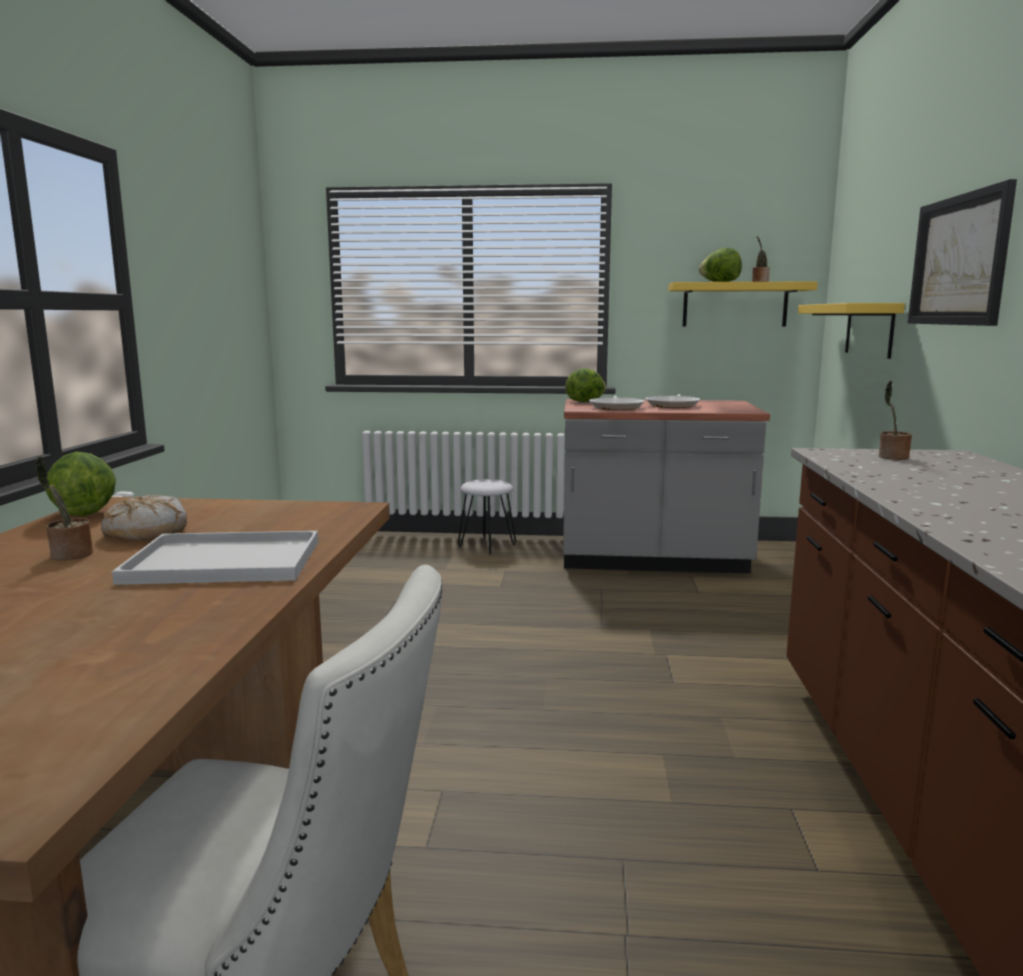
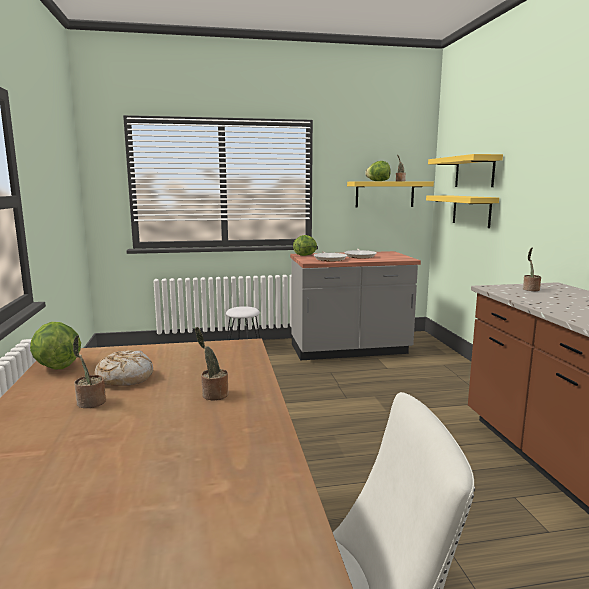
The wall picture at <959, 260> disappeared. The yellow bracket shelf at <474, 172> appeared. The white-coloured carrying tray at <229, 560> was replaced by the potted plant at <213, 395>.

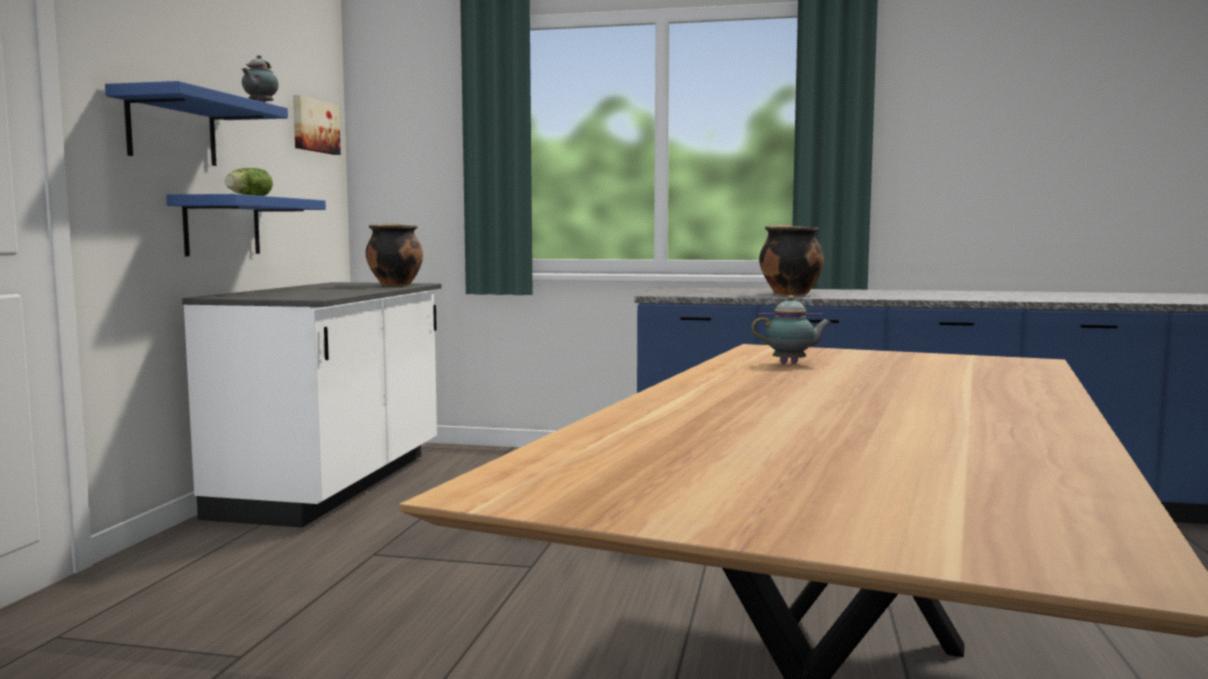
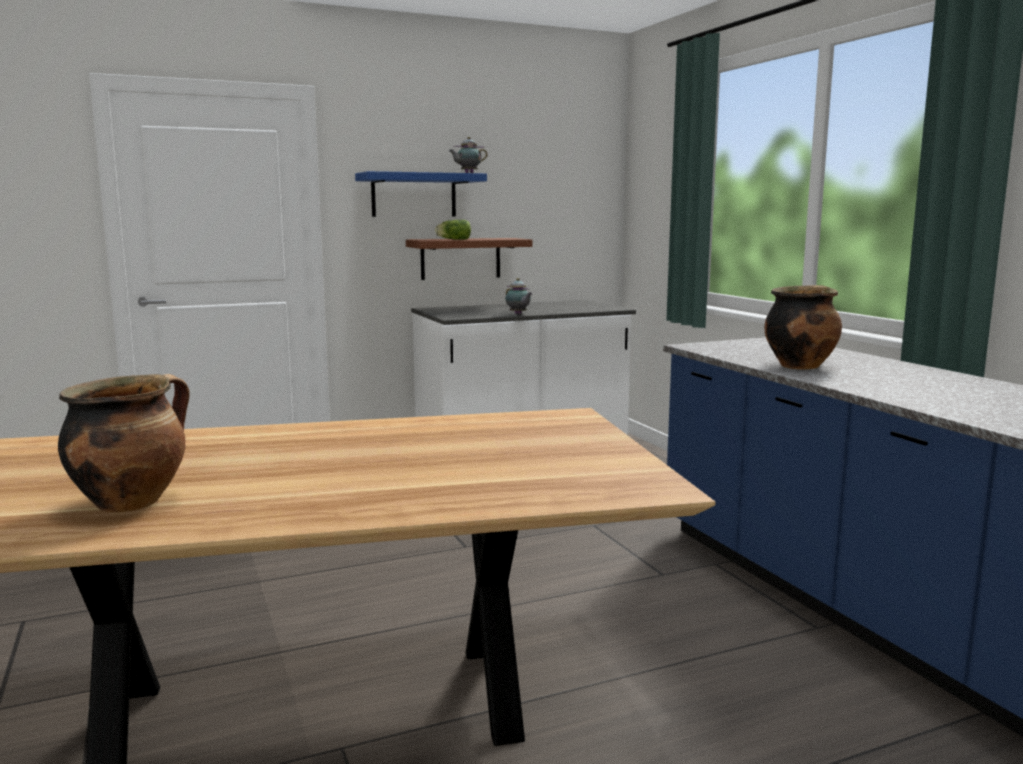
The wall picture at <314, 126> disappeared. The cooking pot moved from <394, 285> to <131, 502>. The pot for tea moved from <791, 363> to <518, 314>. The blue-coloured bracket shelf at <222, 226> became the brownish bracket shelf at <460, 258>.

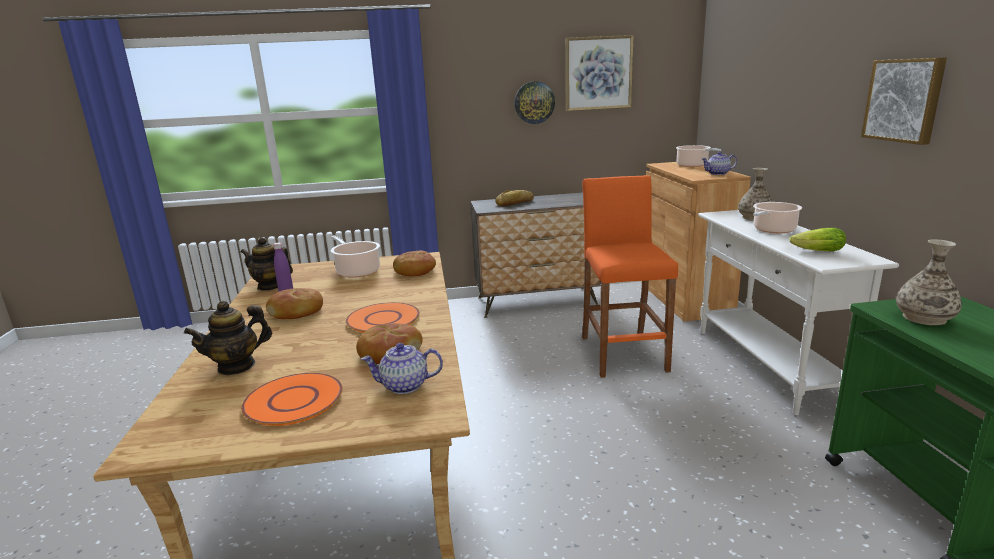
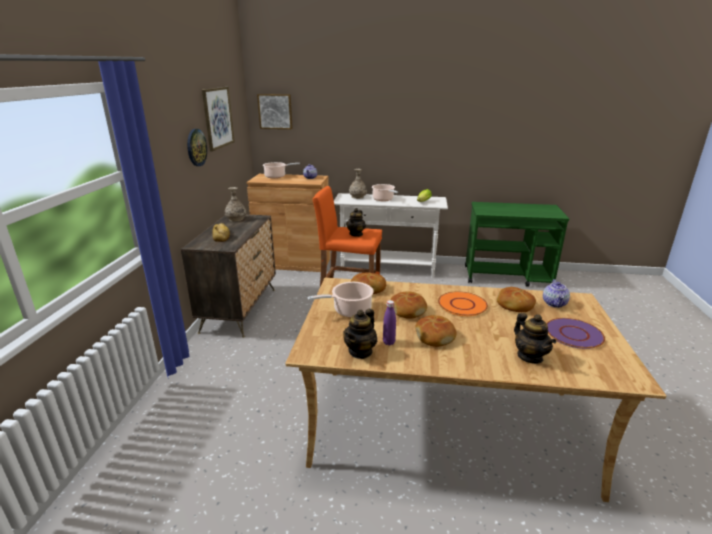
The pot for tea at <356, 234> appeared. The baked bread at <408, 310> appeared. The wall picture moved from <904, 100> to <275, 111>. The flower vase moved from <924, 318> to <236, 219>. The orange-coloured plate at <293, 400> became the purple plate at <574, 334>.

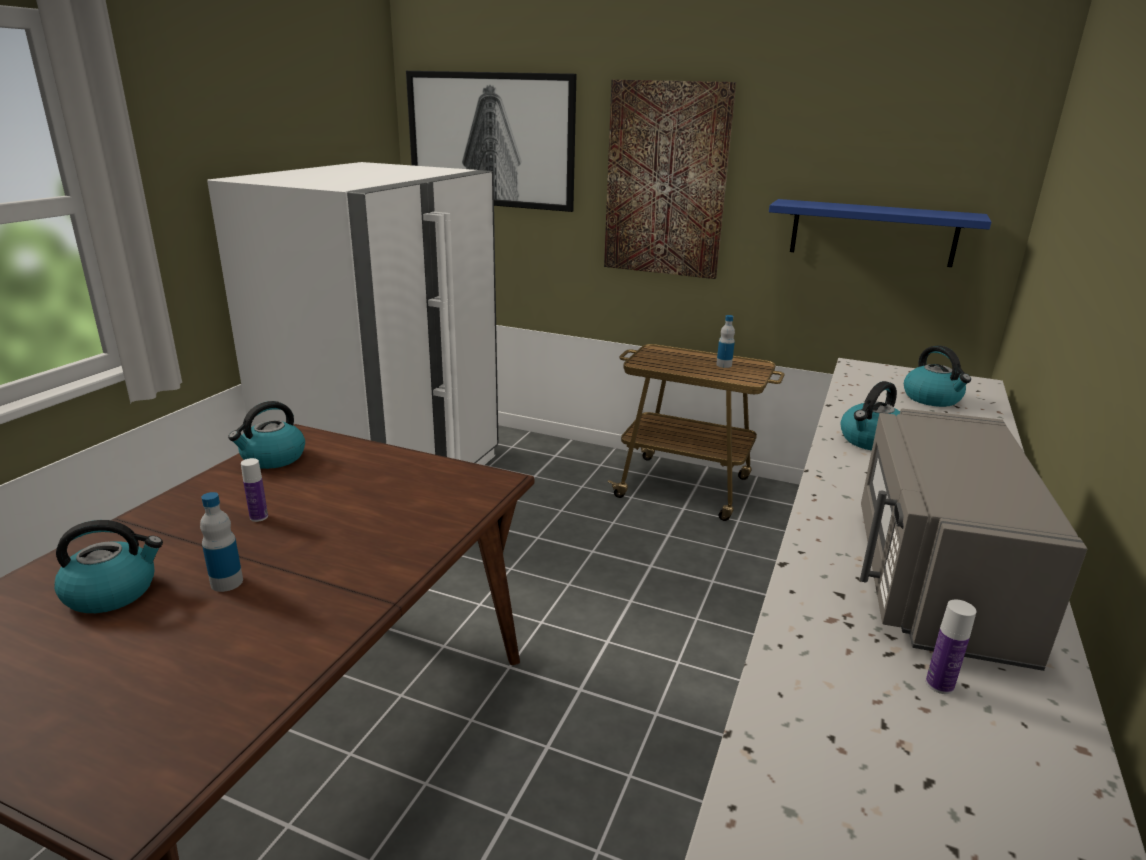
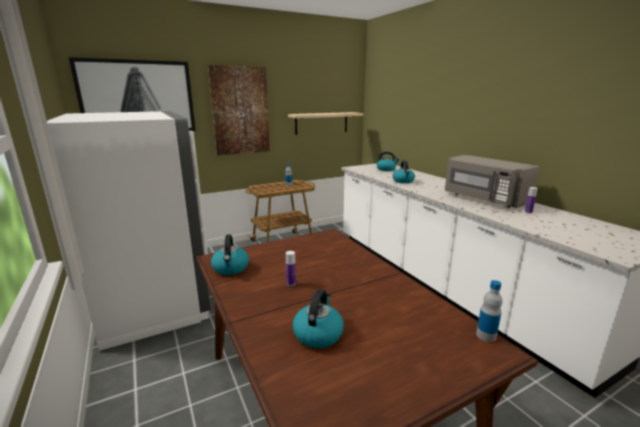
The drink bottle moved from <227, 582> to <486, 335>. The blue-coloured bracket shelf at <872, 232> became the sand-coloured bracket shelf at <321, 123>.

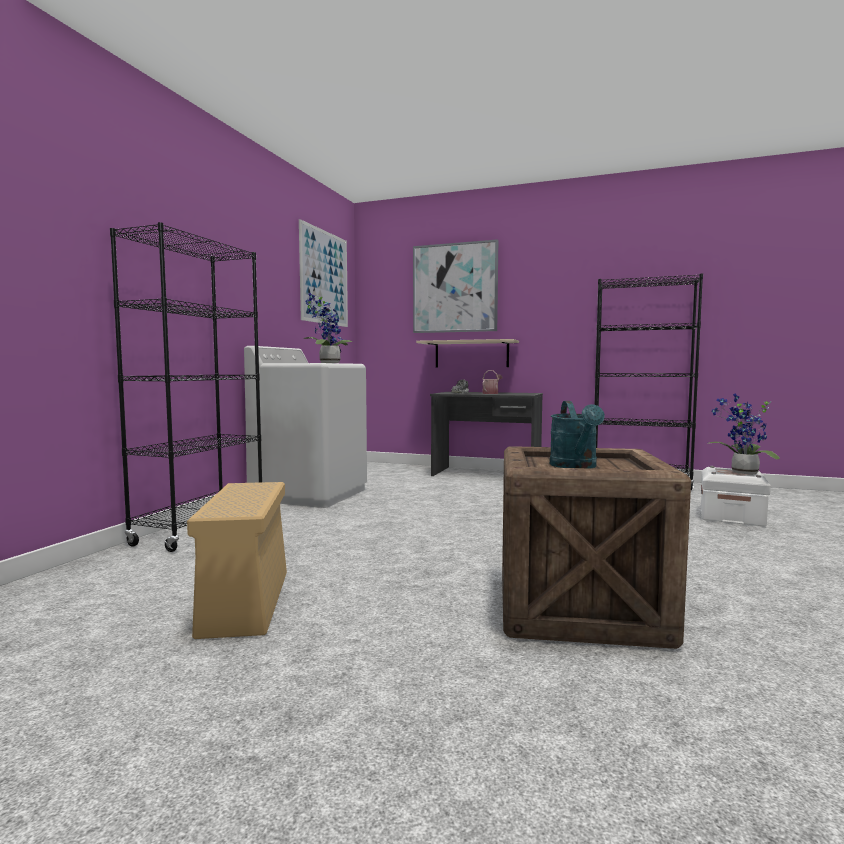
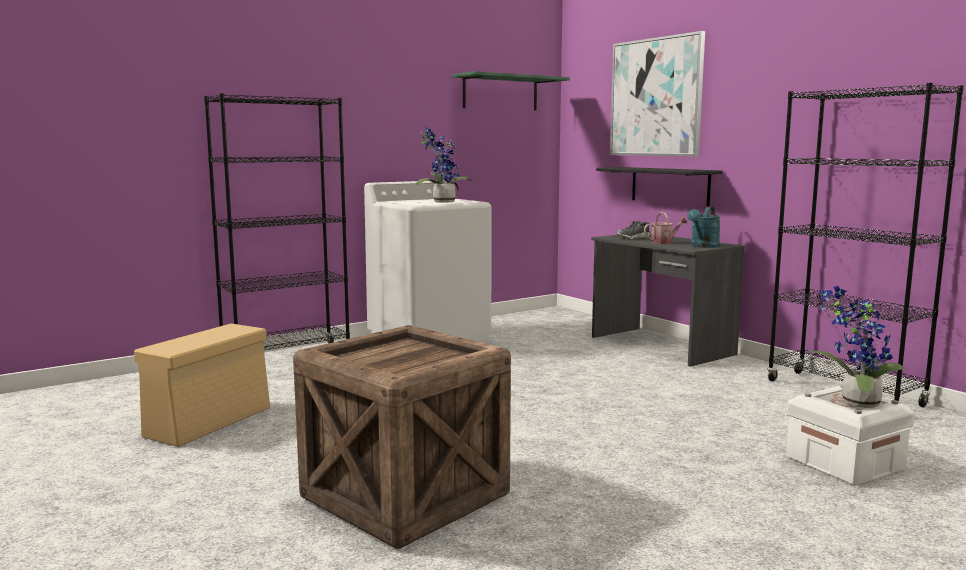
The turquoise watering pot moved from <576, 466> to <703, 246>. The wall picture at <324, 277> was replaced by the greenish bracket shelf at <500, 93>. The sand-coloured bracket shelf at <471, 354> became the black bracket shelf at <670, 185>.

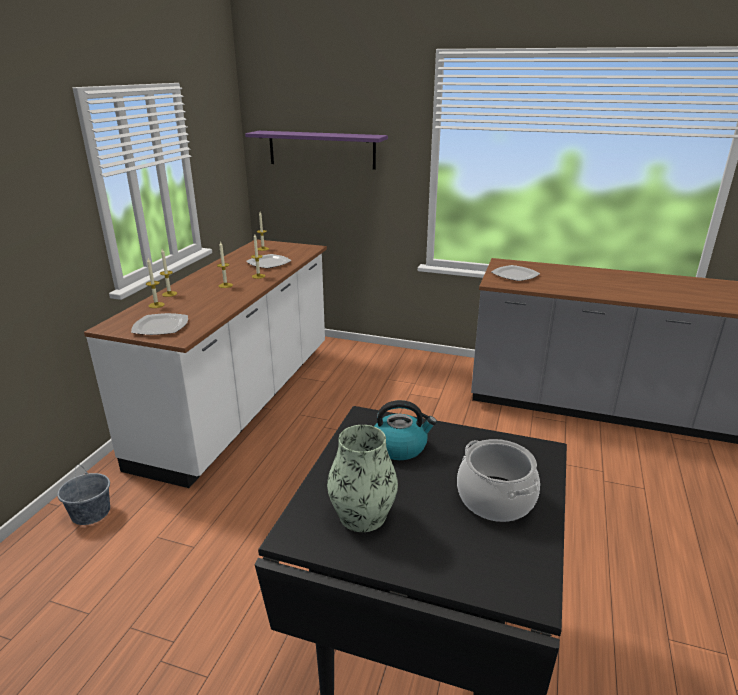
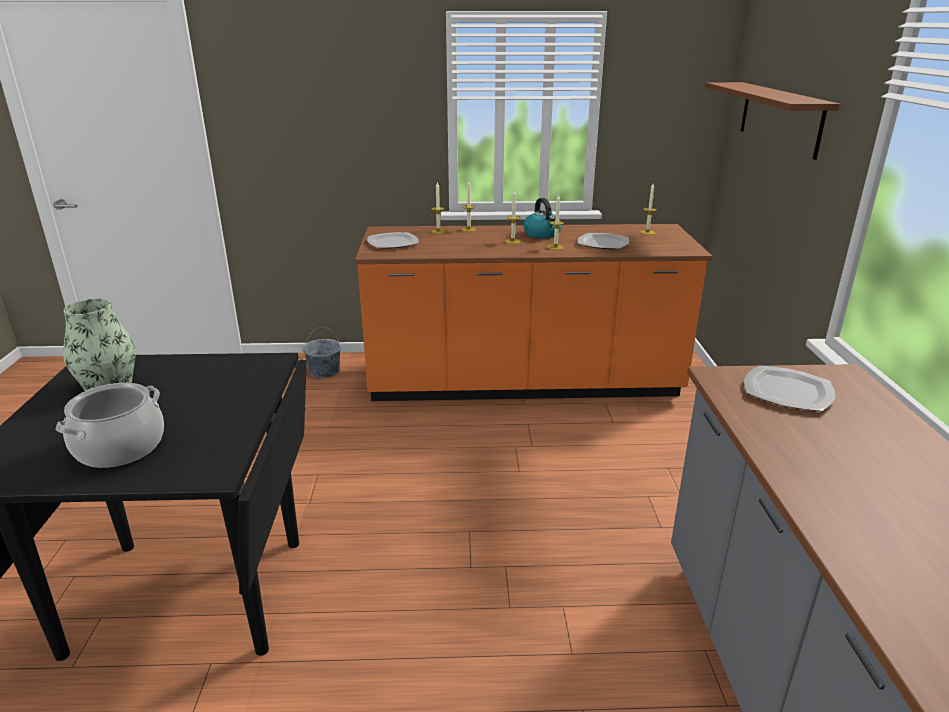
The water kettle moved from <400, 446> to <542, 234>. The white-coloured counter at <242, 402> became the orange-coloured counter at <523, 384>. The purple bracket shelf at <321, 149> became the brownish bracket shelf at <779, 117>.

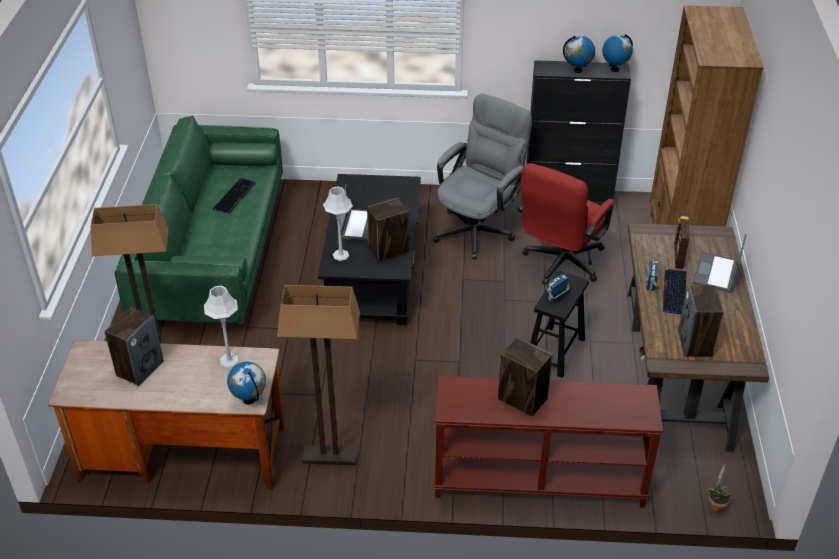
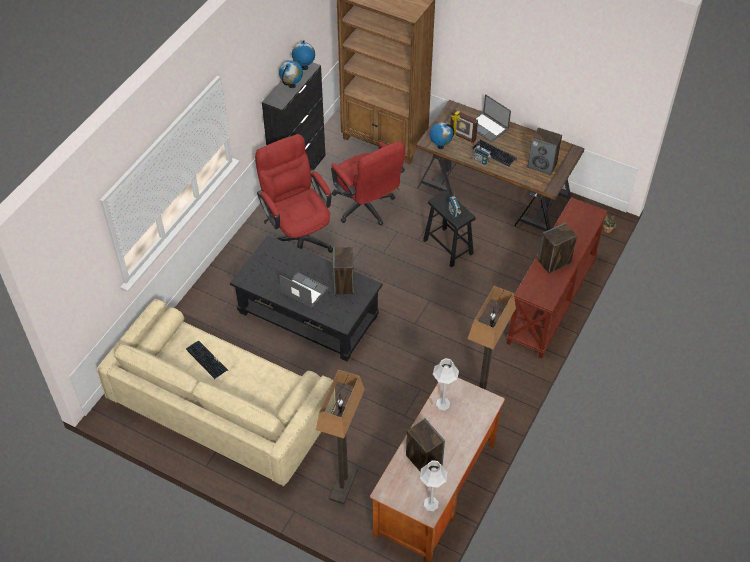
The desk globe moved from <249, 400> to <440, 146>. The greyish tabletop lamp moved from <340, 255> to <431, 504>. The greenish settee at <213, 255> became the sand-coloured settee at <222, 411>. The greyish computer chair at <479, 228> became the red-coloured computer chair at <298, 235>.

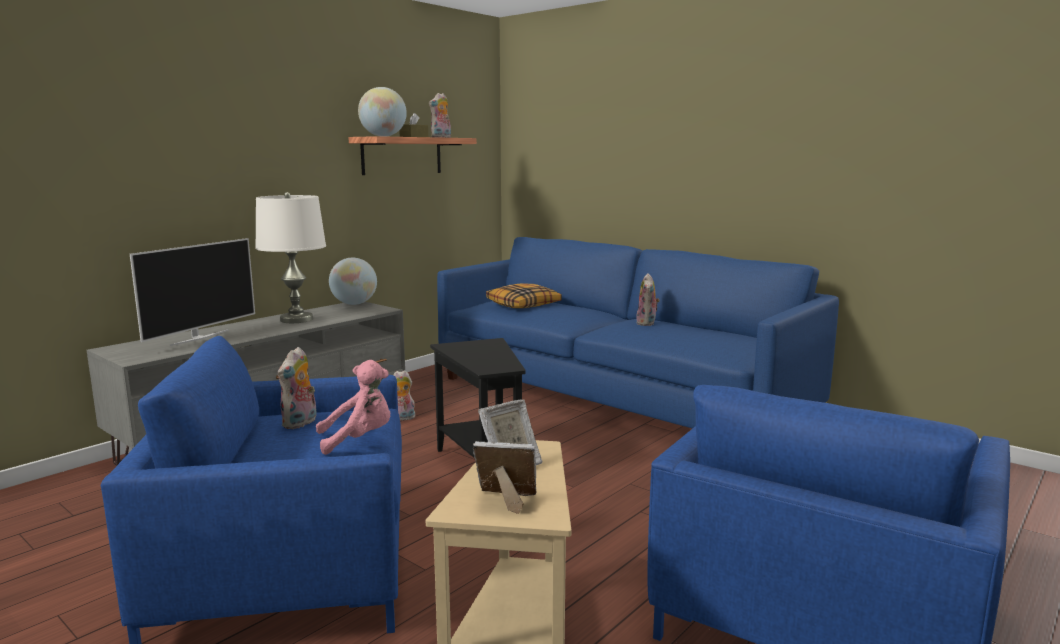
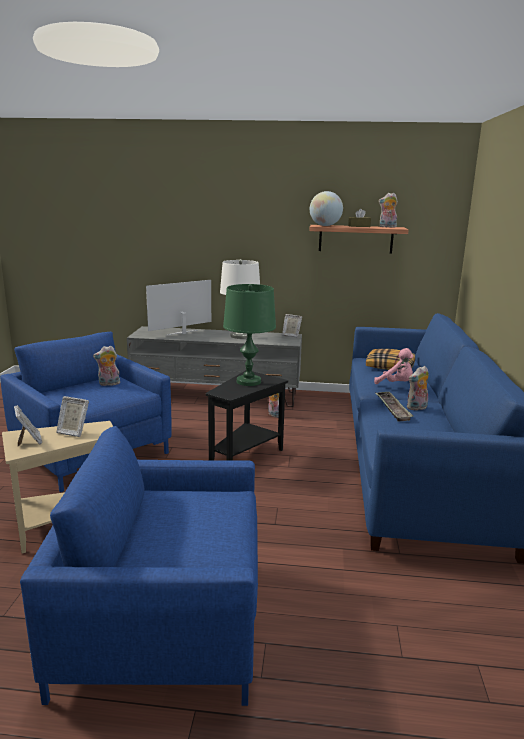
The greenish tabletop lamp at <248, 381> appeared. The carrying tray at <392, 409> appeared. The pinkish cuddly toy moved from <359, 439> to <396, 384>. The desk globe at <354, 304> was replaced by the standing frame at <291, 335>. The television at <199, 337> turned 150 degrees clockwise.

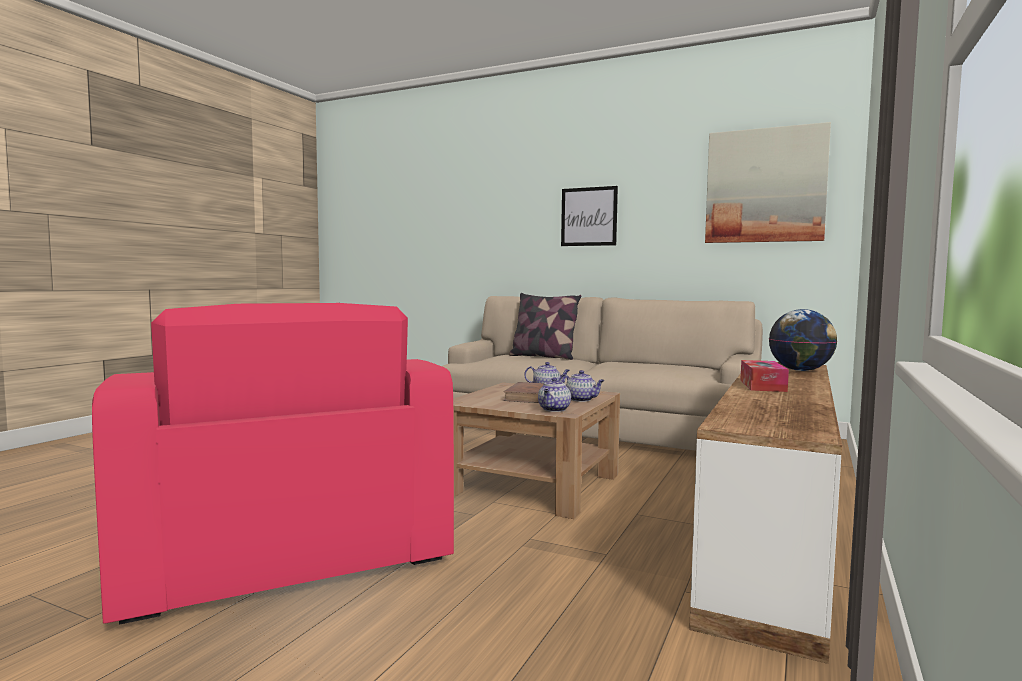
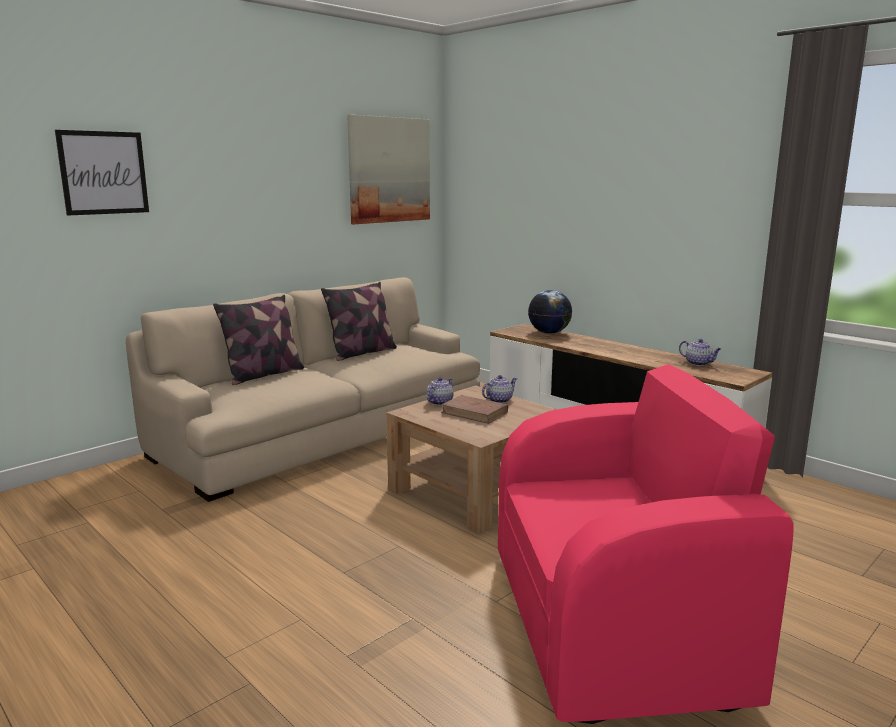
The tissue holder at <762, 385> disappeared. The cushion at <362, 353> appeared. The pot for tea moved from <554, 409> to <699, 363>. The wall picture moved from <589, 216> to <103, 173>.

